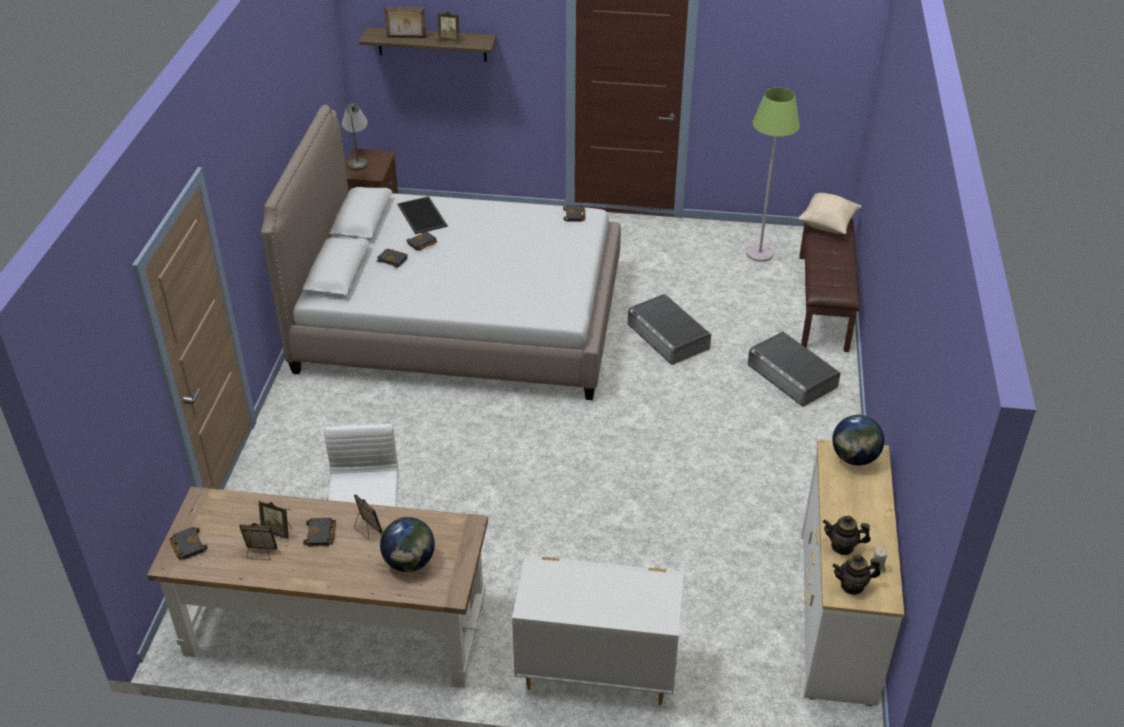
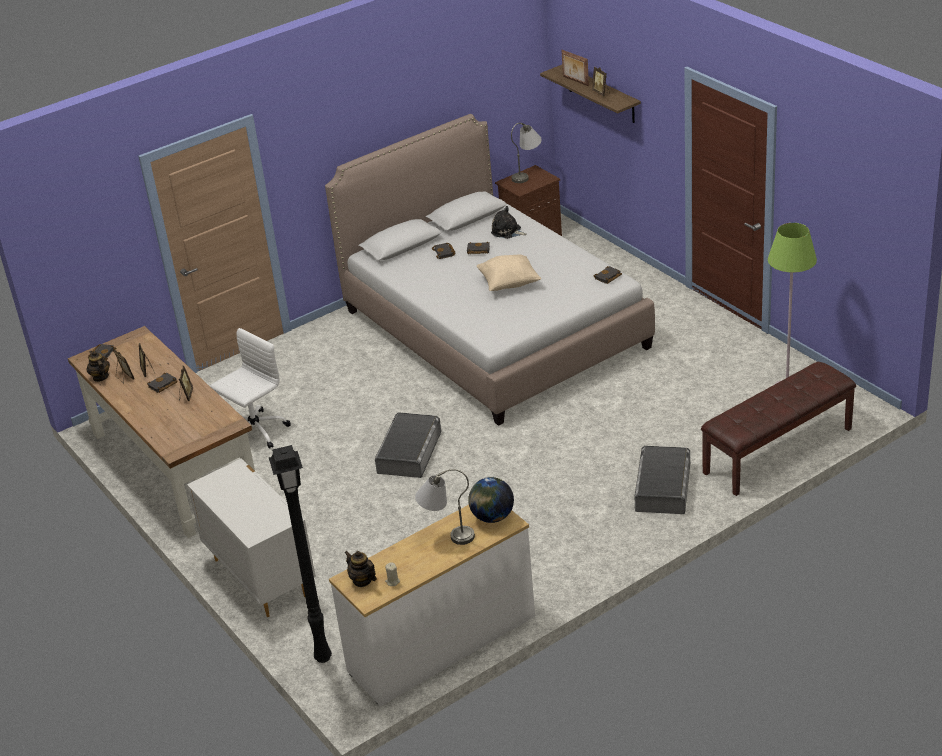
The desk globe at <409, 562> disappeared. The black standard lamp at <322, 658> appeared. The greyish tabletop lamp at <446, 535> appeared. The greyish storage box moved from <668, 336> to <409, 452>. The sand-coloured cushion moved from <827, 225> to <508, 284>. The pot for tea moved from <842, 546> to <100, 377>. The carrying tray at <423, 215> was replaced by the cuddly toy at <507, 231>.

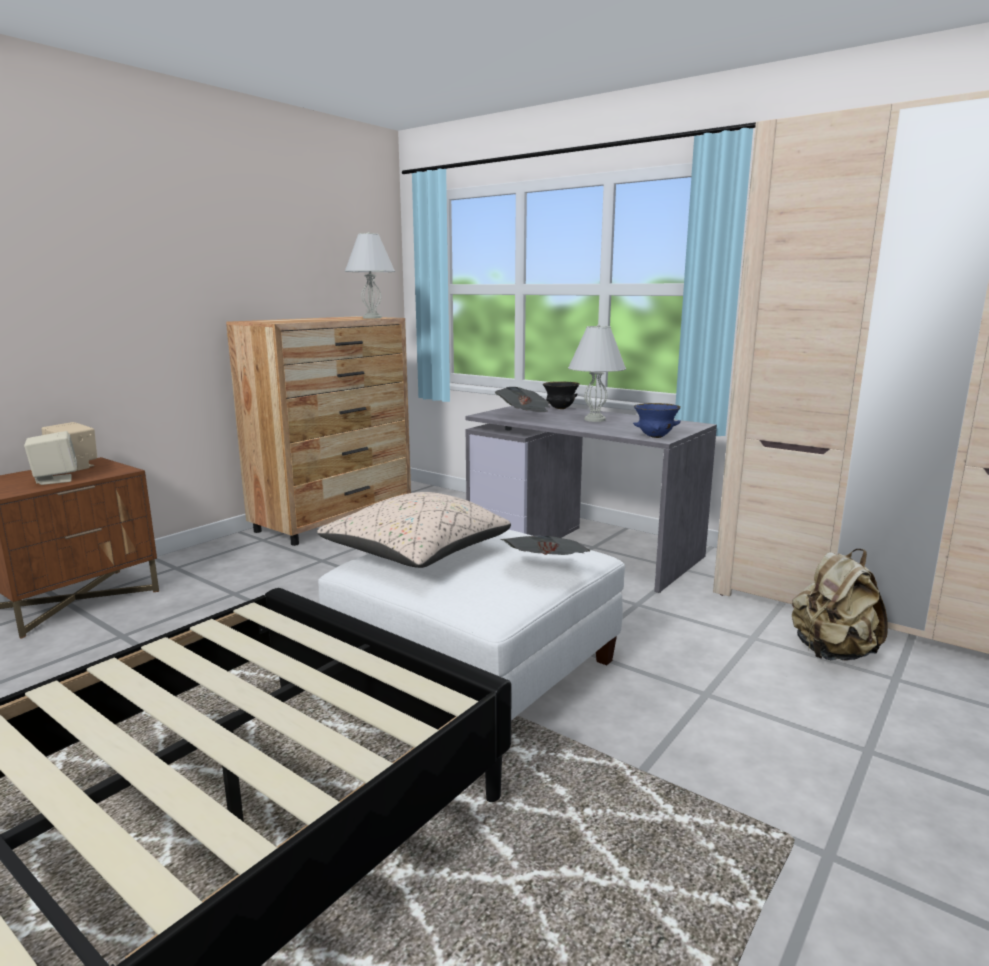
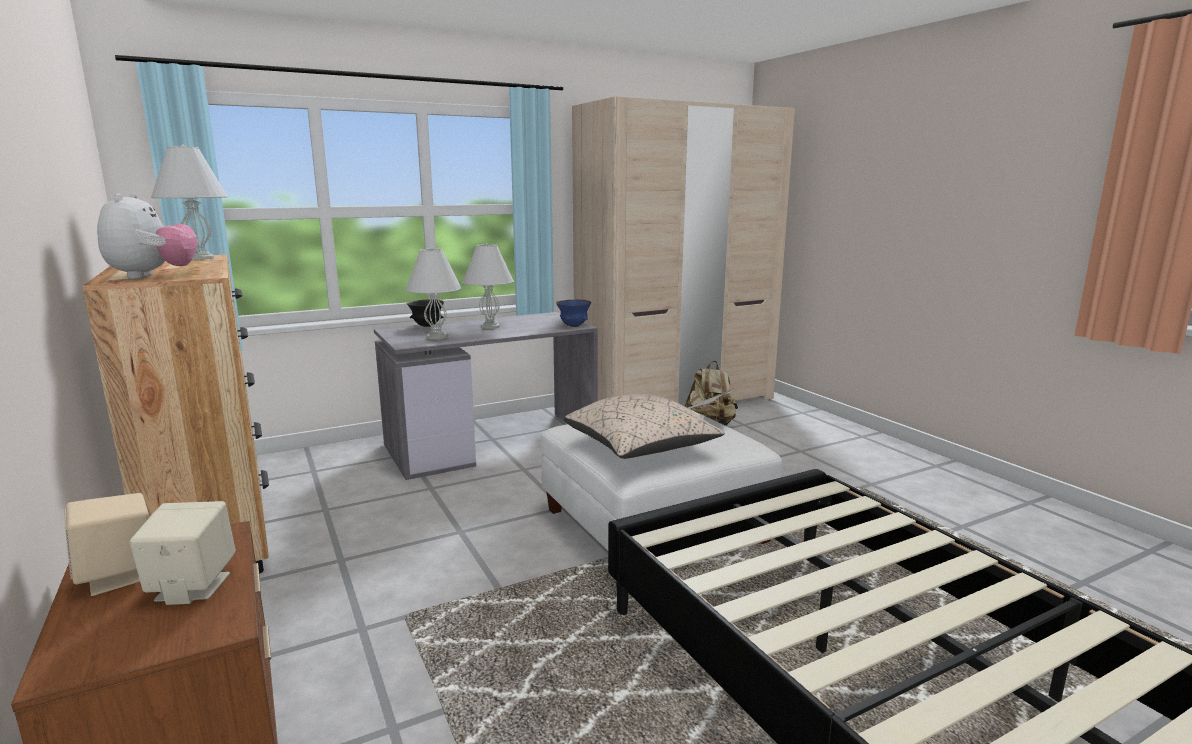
The cuddly toy at <152, 276> appeared. The printed paper at <525, 416> was replaced by the white-coloured tabletop lamp at <436, 337>.

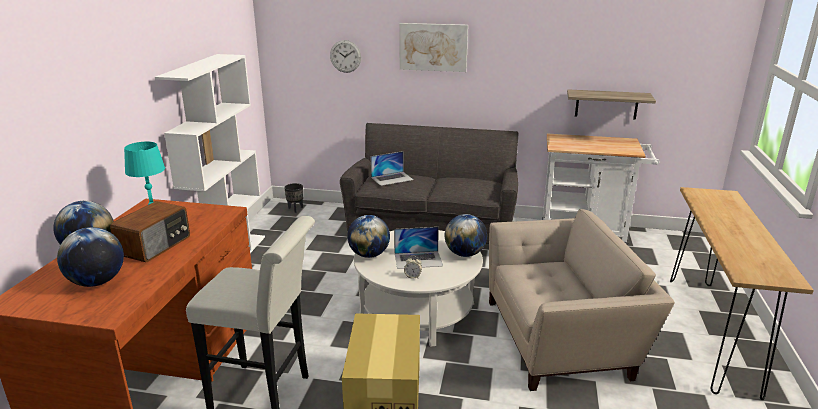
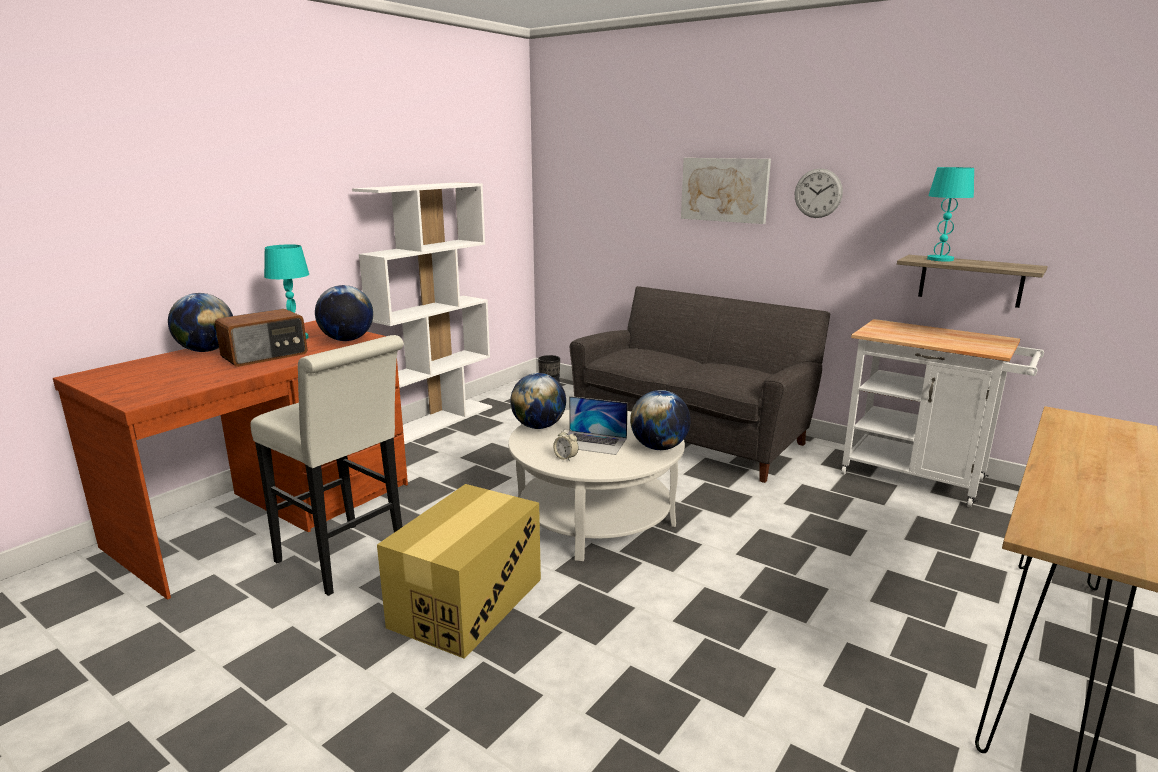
The laptop at <392, 178> disappeared. The sand-coloured armchair at <561, 337> disappeared. The turquoise tabletop lamp at <940, 259> appeared. The desk globe moved from <97, 282> to <347, 340>. The clock on the wall moved from <345, 56> to <818, 193>.

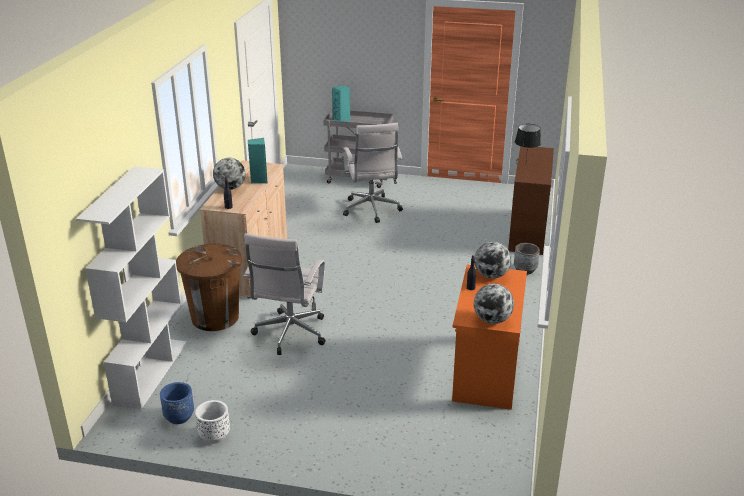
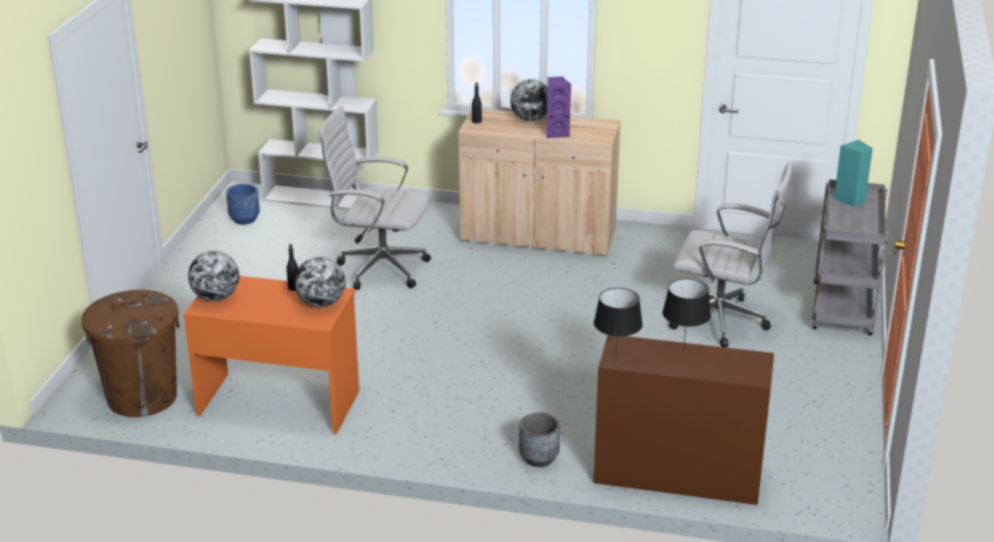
The white-coloured planter at <214, 436> disappeared. The black tabletop lamp at <615, 360> appeared. The brownish rubbish bin moved from <215, 317> to <141, 397>. The turquoise speaker at <259, 180> became the purple speaker at <556, 133>. The white-coloured computer chair at <371, 210> turned 150 degrees counterclockwise.

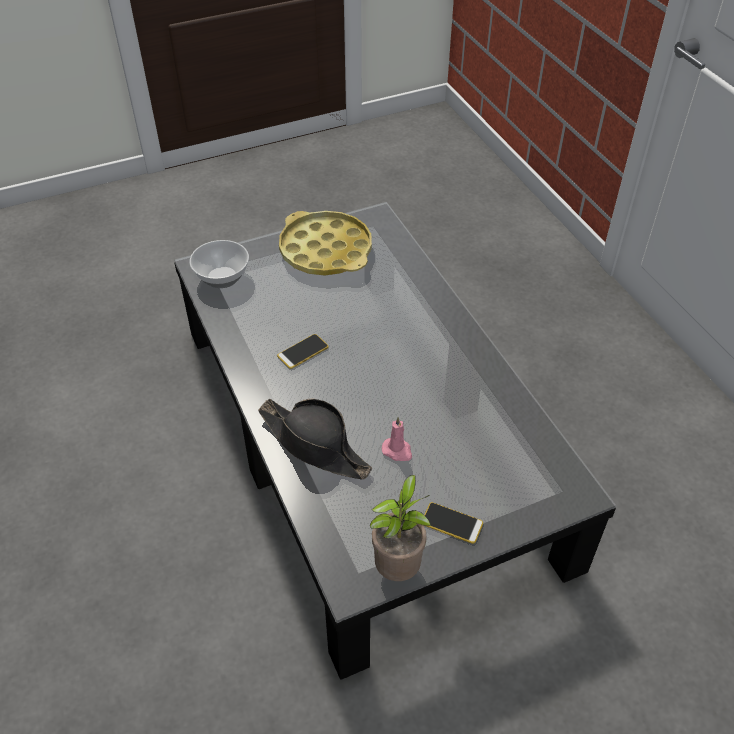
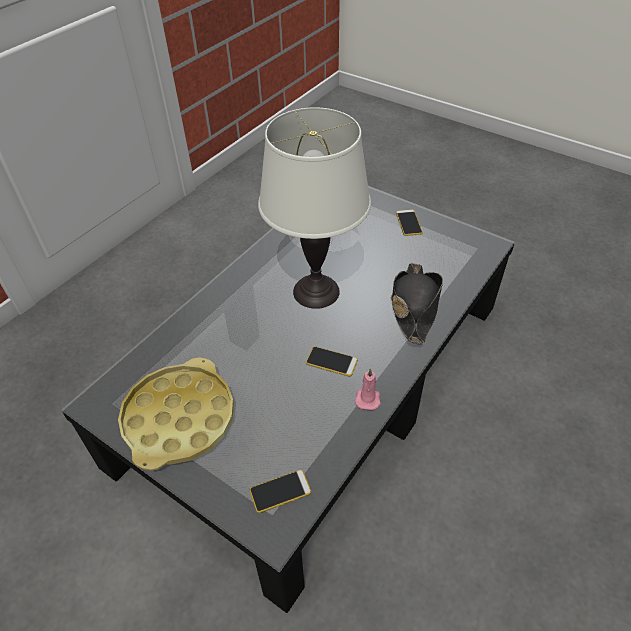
The potted plant at <398, 568> disappeared. The white-coloured tabletop lamp at <316, 291> appeared. The pinkish wax candle moved from <397, 451> to <367, 398>. The bowl at <221, 278> was replaced by the handset at <280, 491>.

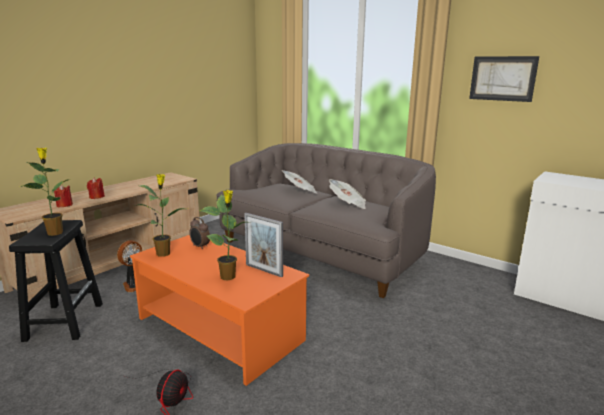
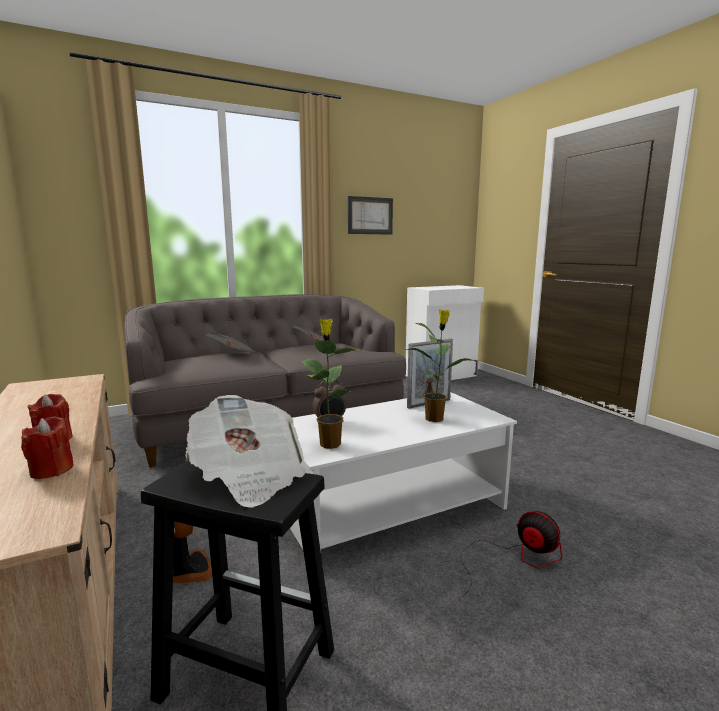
The potted plant at <55, 232> was replaced by the printed paper at <248, 476>. The orange-coloured low table at <220, 329> became the white-coloured low table at <393, 508>.

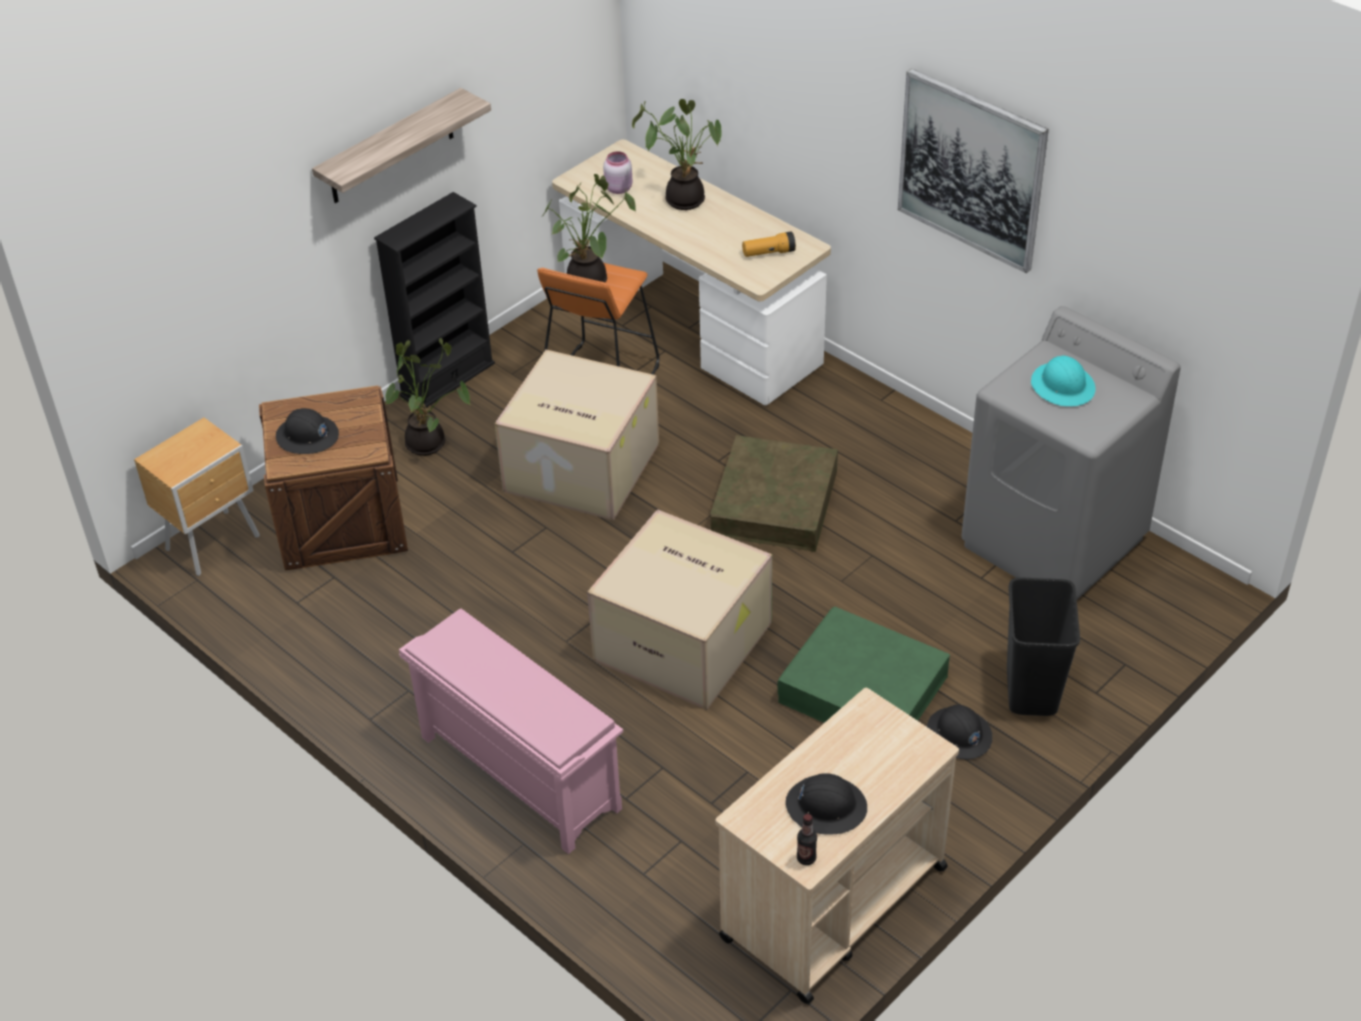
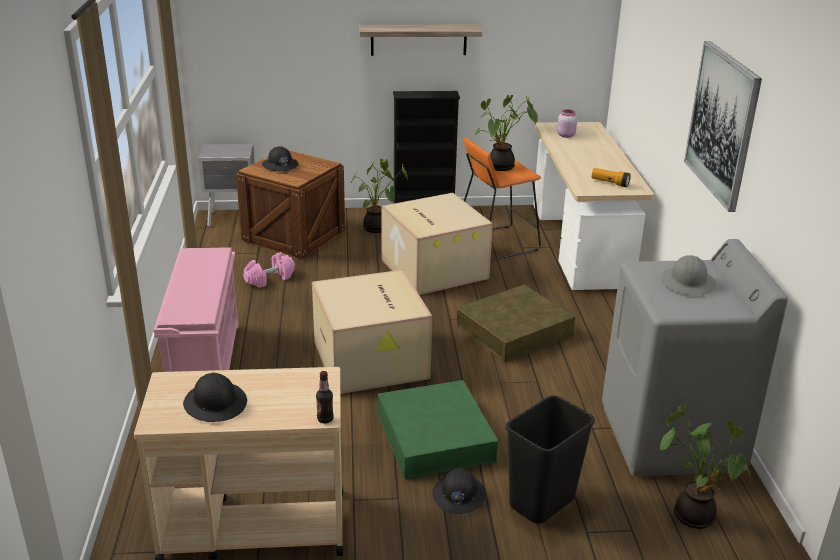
The pinkish hand weight at <269, 279> appeared. The potted plant moved from <684, 198> to <695, 513>. The drink bottle moved from <806, 858> to <325, 419>. The brownish night table at <215, 543> became the greyish night table at <233, 219>. The turquoise safety helmet at <1063, 386> became the greyish safety helmet at <688, 282>.

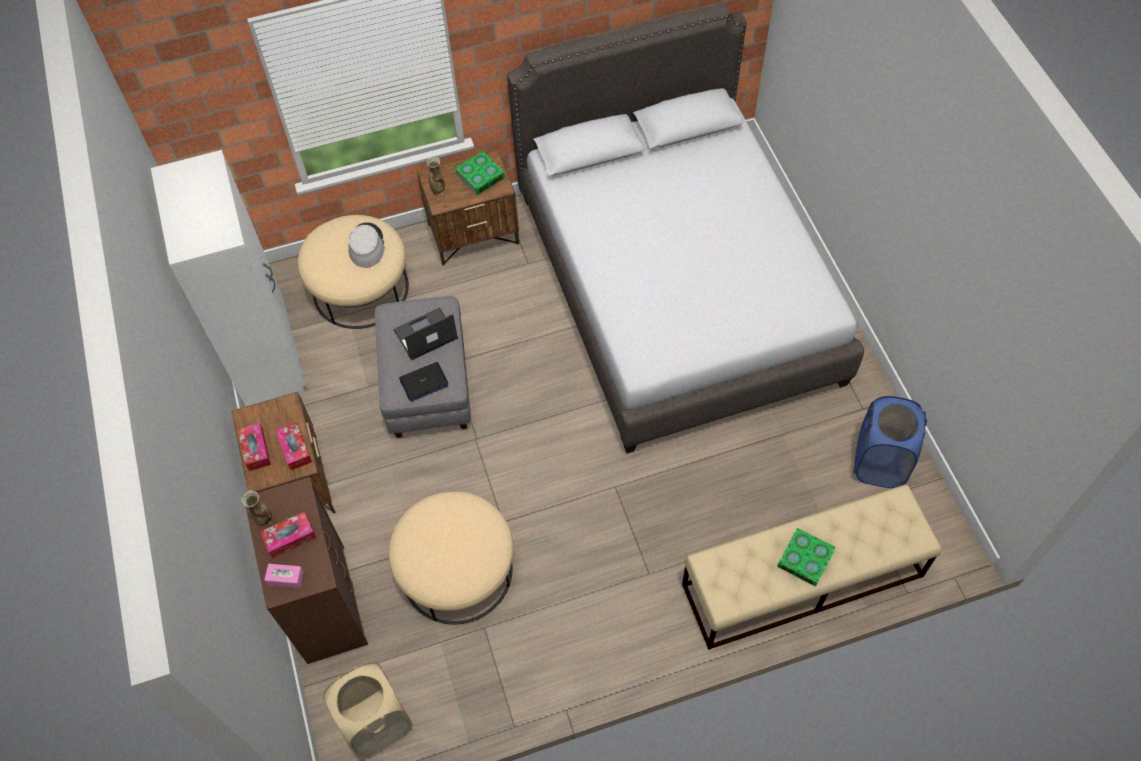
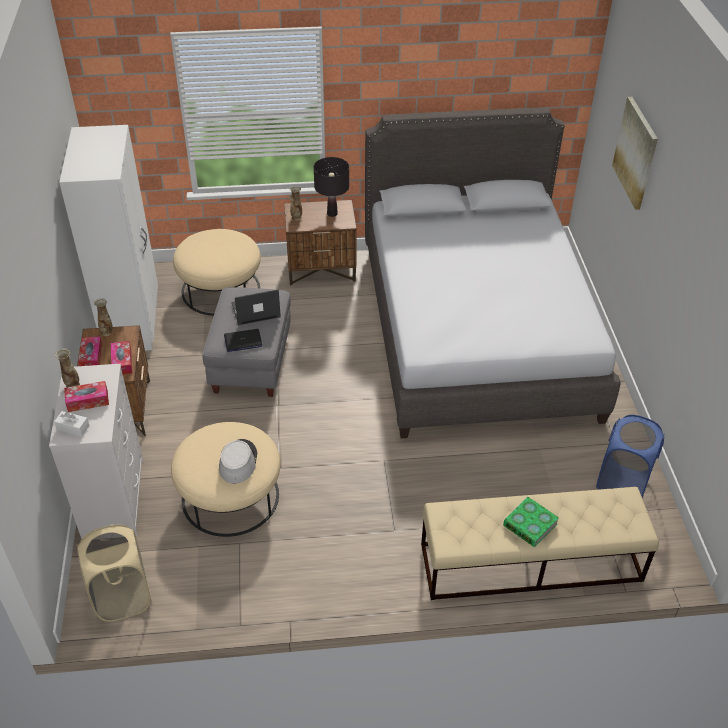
The flower vase at <107, 332> appeared. The wall picture at <636, 152> appeared. The greyish wearable hat moved from <366, 246> to <238, 462>. The volume at <480, 176> was replaced by the black tabletop lamp at <332, 214>. The brownish chest of drawers at <325, 602> became the white-coloured chest of drawers at <113, 498>. The pinkish tissue holder at <286, 578> became the white-coloured tissue holder at <73, 427>.

